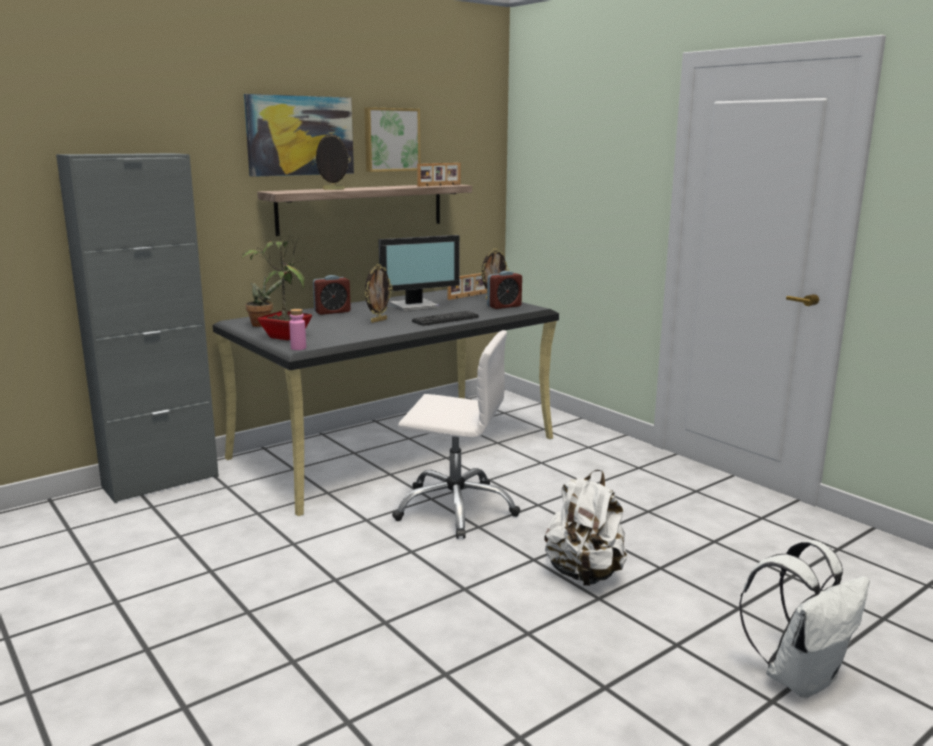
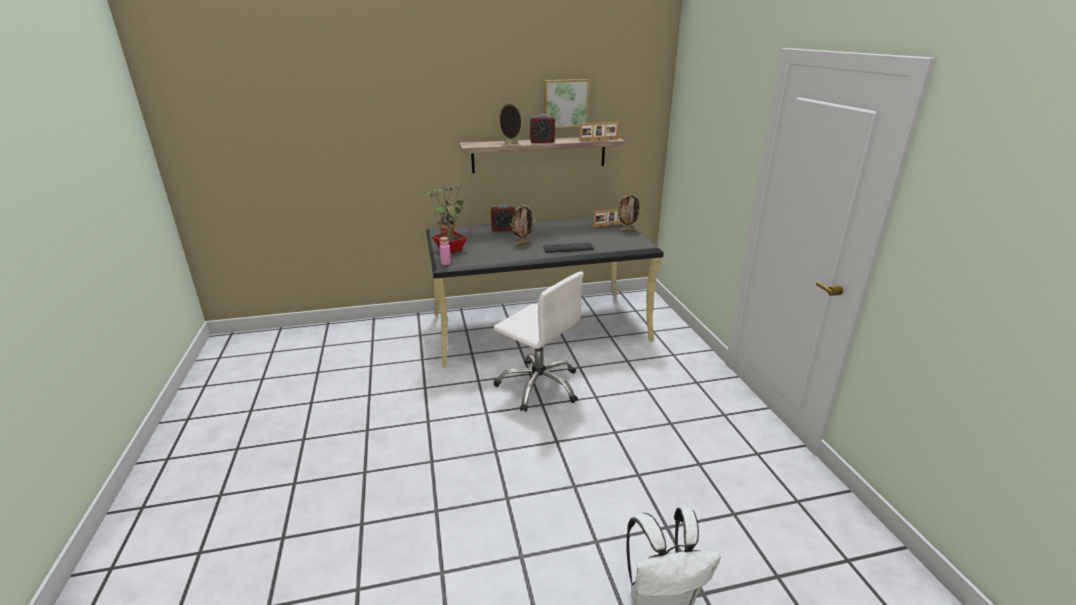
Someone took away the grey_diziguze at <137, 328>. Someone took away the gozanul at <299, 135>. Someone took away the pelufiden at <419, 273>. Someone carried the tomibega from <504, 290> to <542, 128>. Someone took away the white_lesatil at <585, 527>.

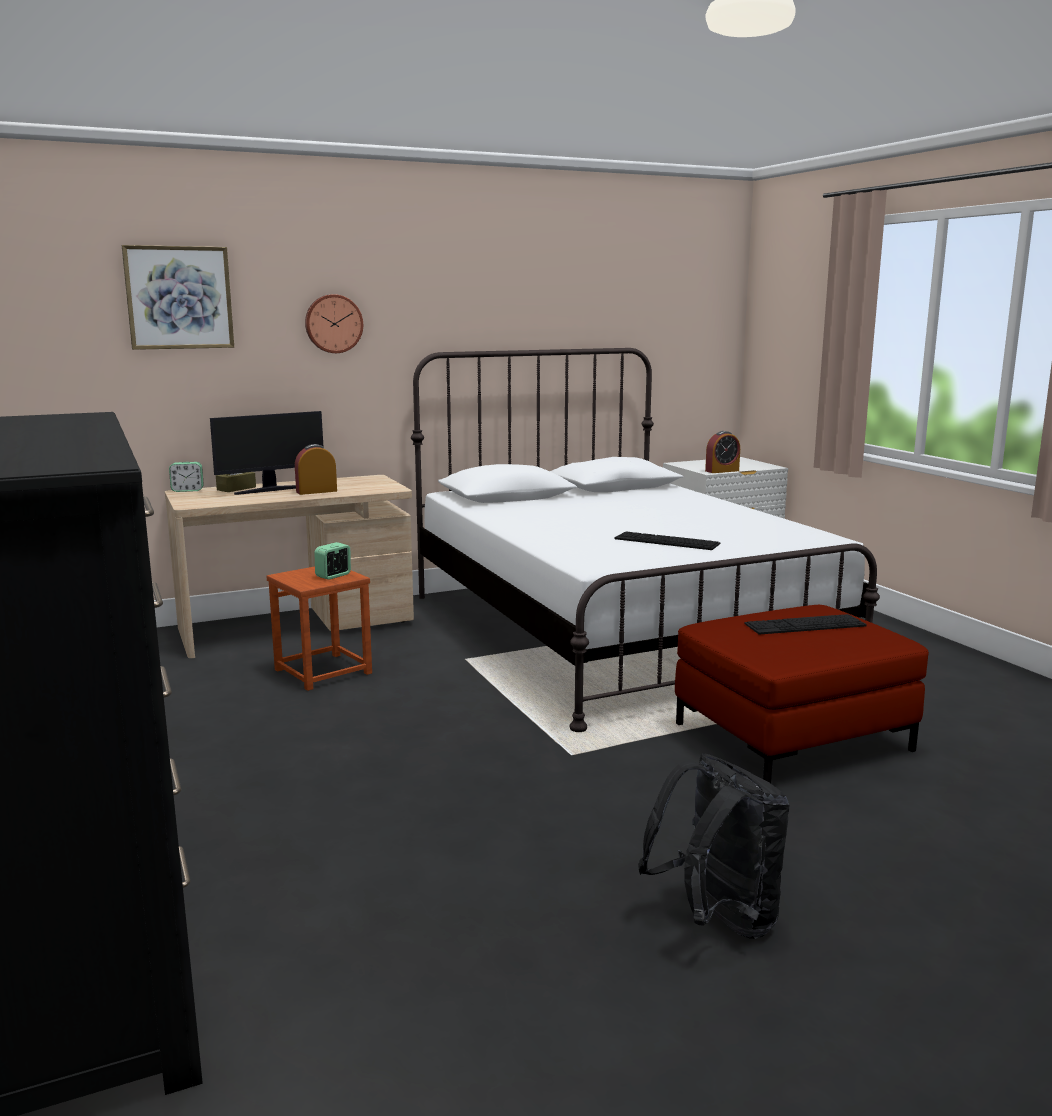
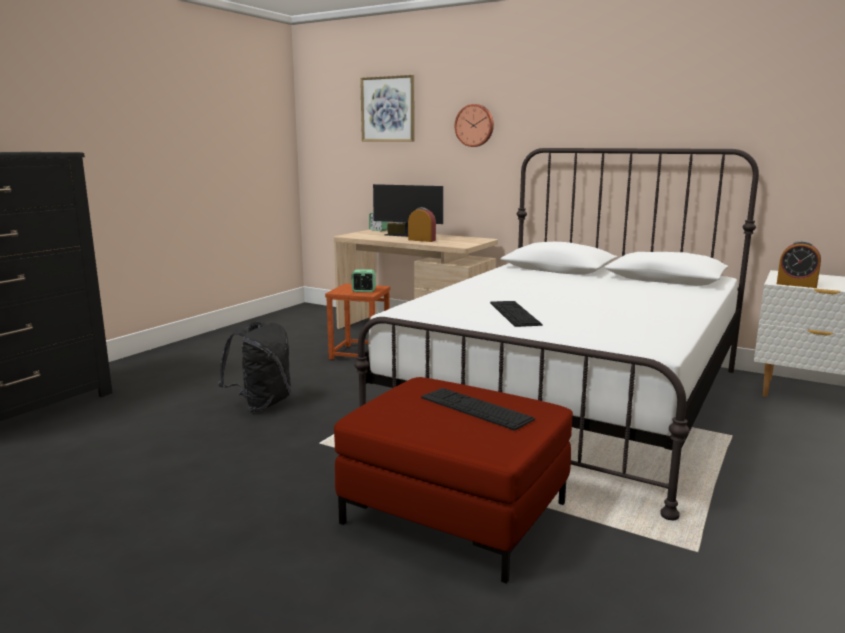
Someone carried the black_lesatil from <714, 846> to <255, 367>.

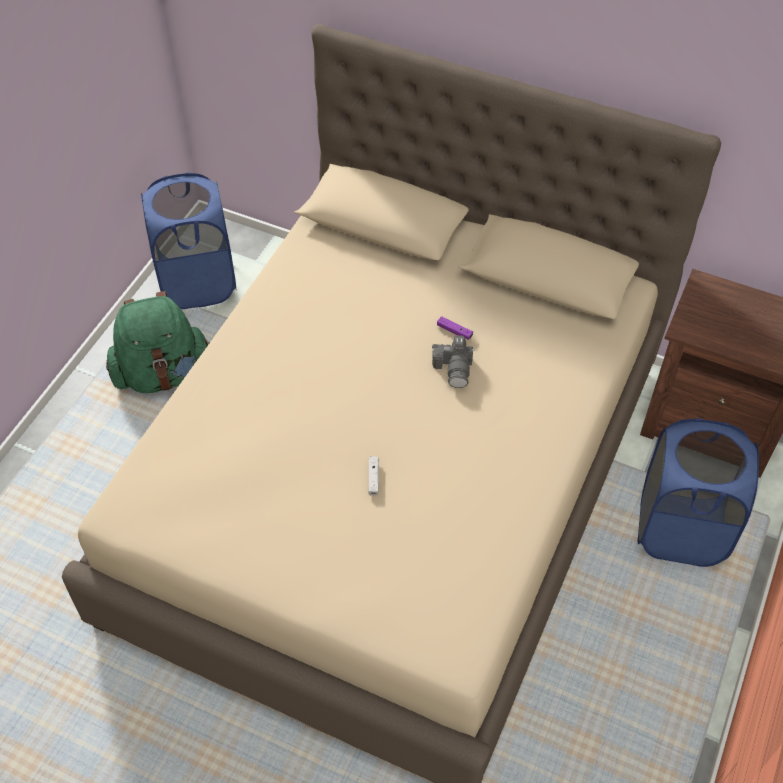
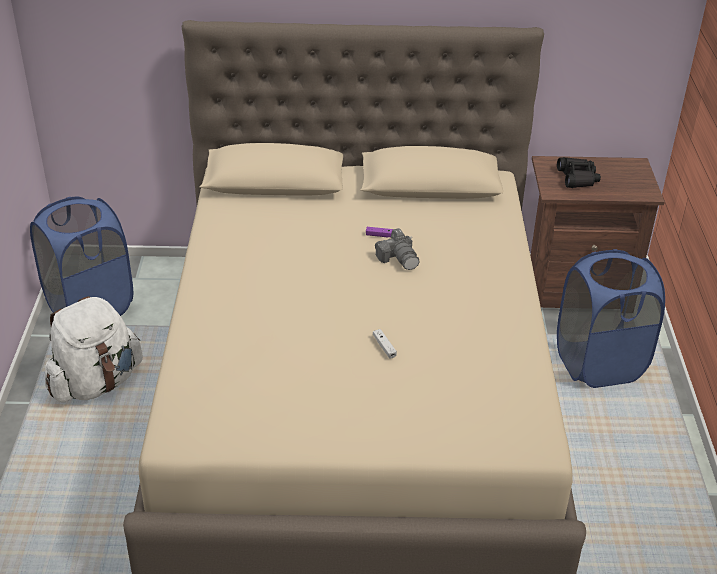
Someone repainted the green_lesatil at <157, 342>, which became the white_lesatil at <94, 349>. Someone put down the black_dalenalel at <579, 172>.

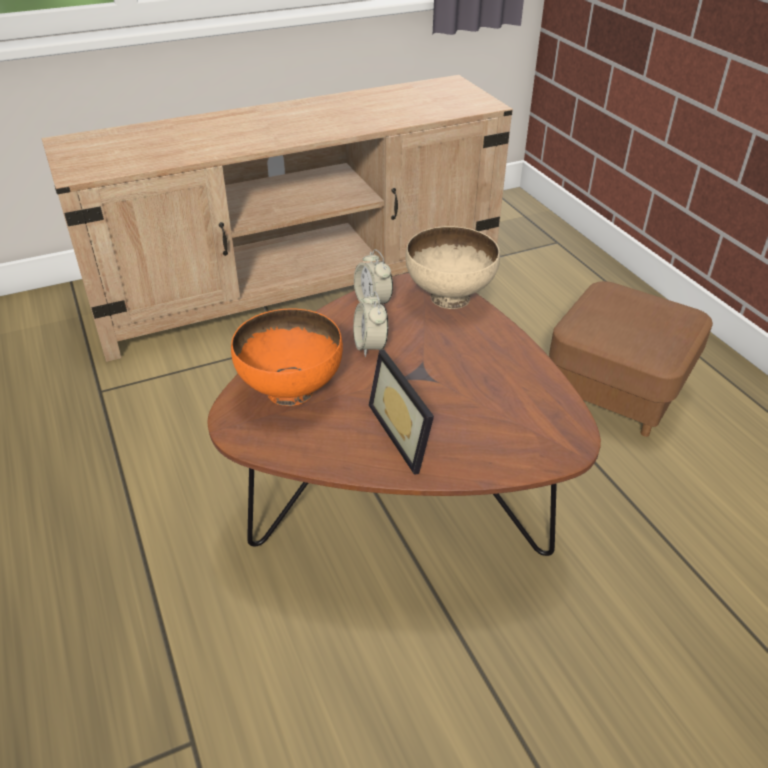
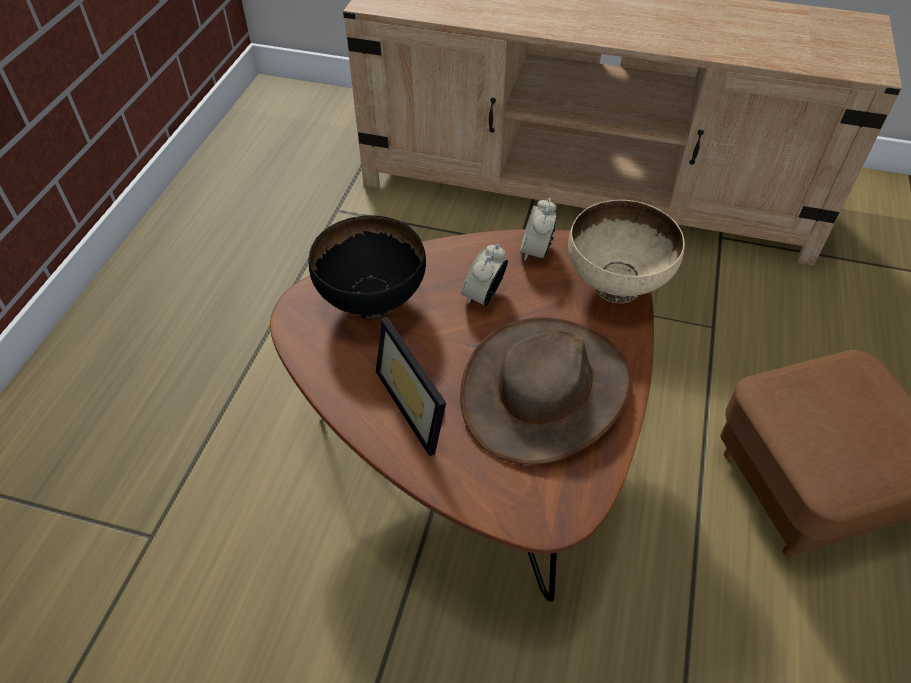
Someone repainted the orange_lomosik at <287, 357>, which became the black_lomosik at <367, 267>. Someone rotated the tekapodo at <401, 412> by 45 degrees counterclockwise. Someone put down the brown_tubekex at <545, 391>.

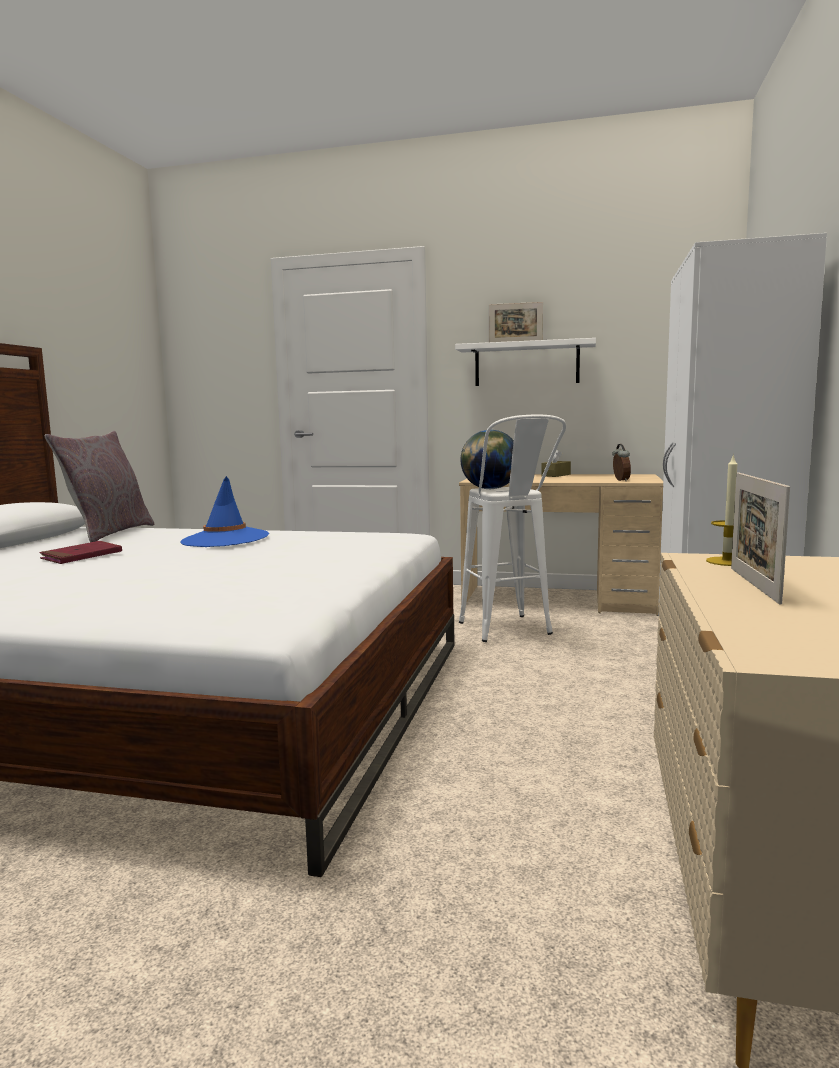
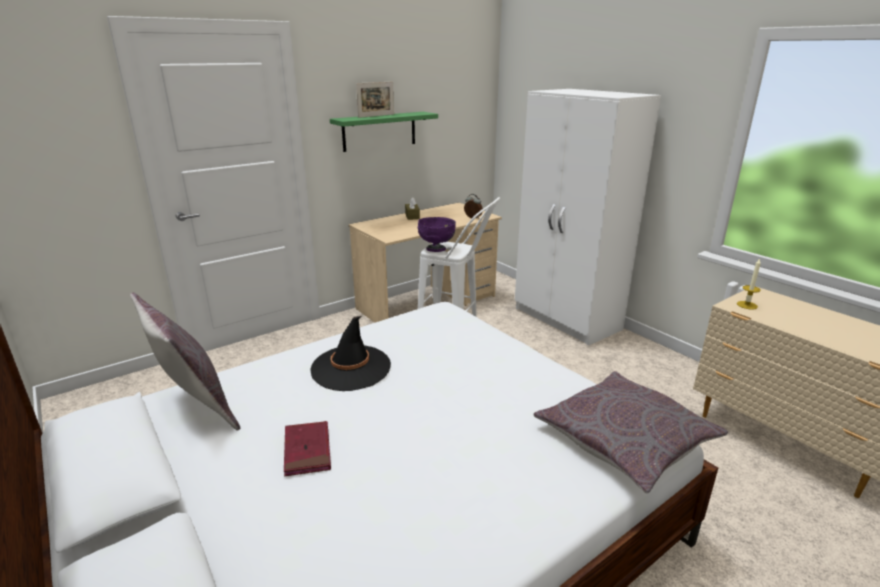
Someone repainted the blue_tubekex at <224, 511>, which became the black_tubekex at <350, 353>. Someone repainted the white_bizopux at <525, 362>, which became the green_bizopux at <384, 132>. Someone swapped the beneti at <487, 459> for the purple_lomosik at <437, 234>. Someone took away the tekapodo at <760, 538>. Someone put down the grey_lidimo at <631, 432>.

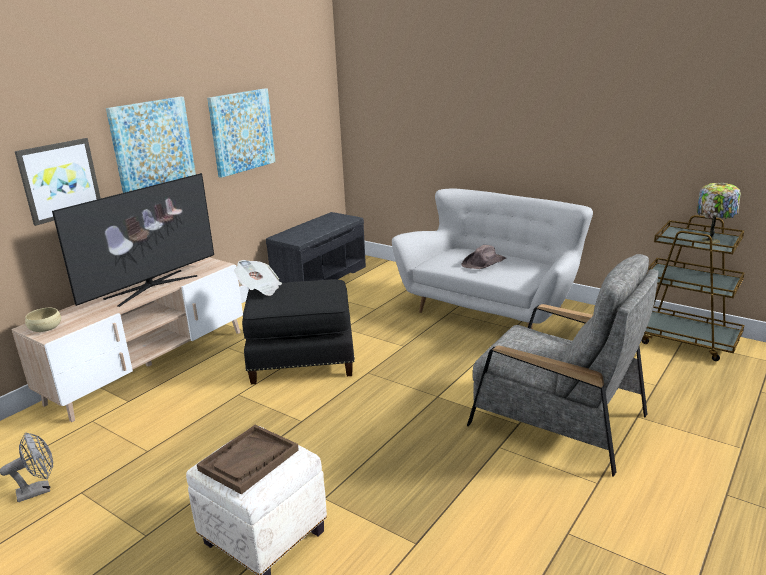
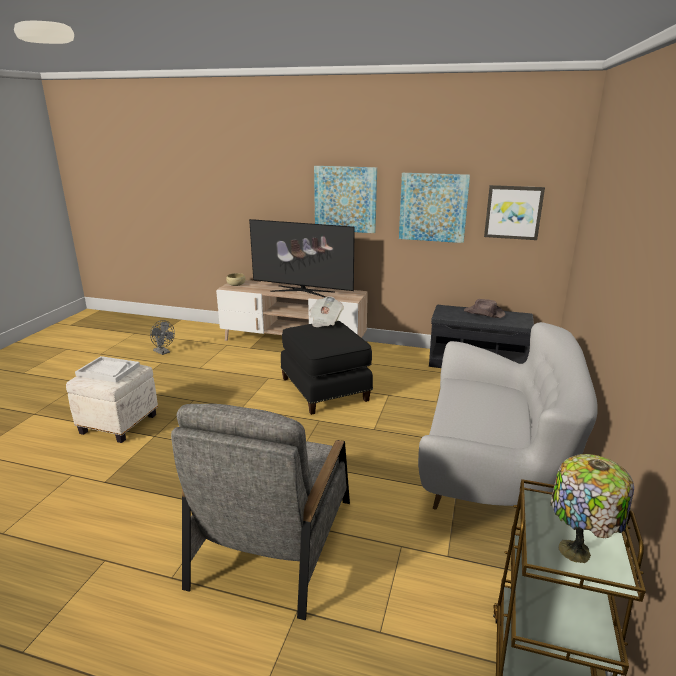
Someone carried the gozanul from <58, 182> to <514, 212>. Someone repainted the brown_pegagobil at <248, 459>, which became the white_pegagobil at <107, 369>. Someone carried the brown_tubekex from <483, 257> to <484, 308>.

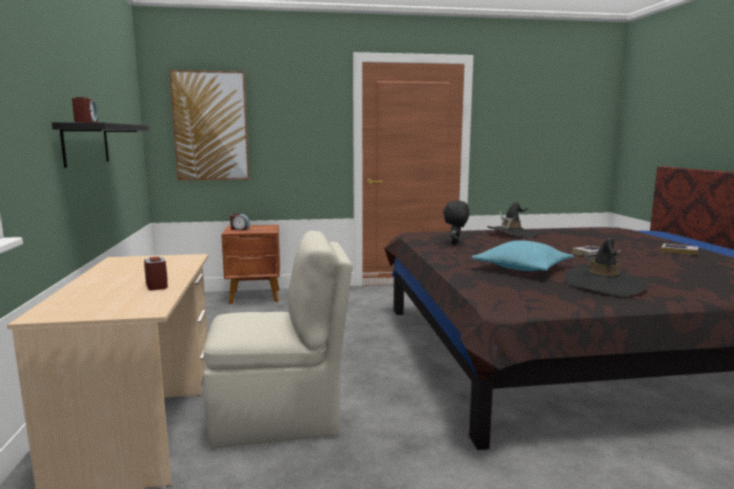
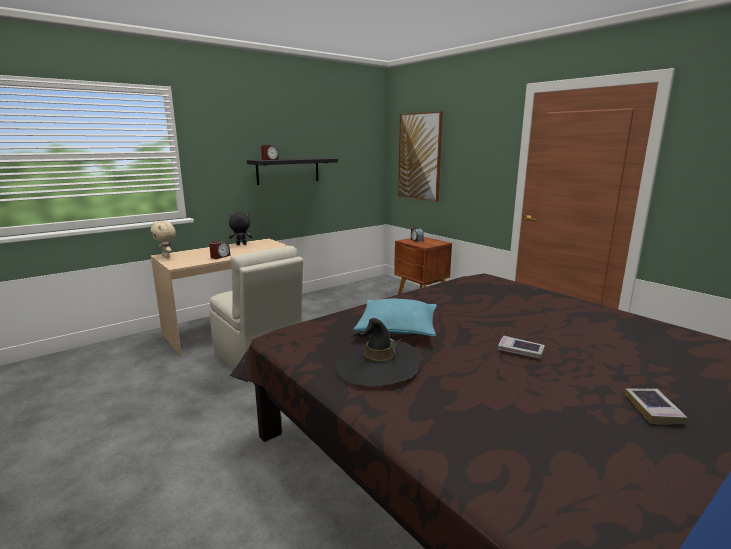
Someone carried the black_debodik from <456, 222> to <241, 228>. Someone took away the black_tubekex at <513, 220>. Someone put down the beige_debodik at <163, 239>.

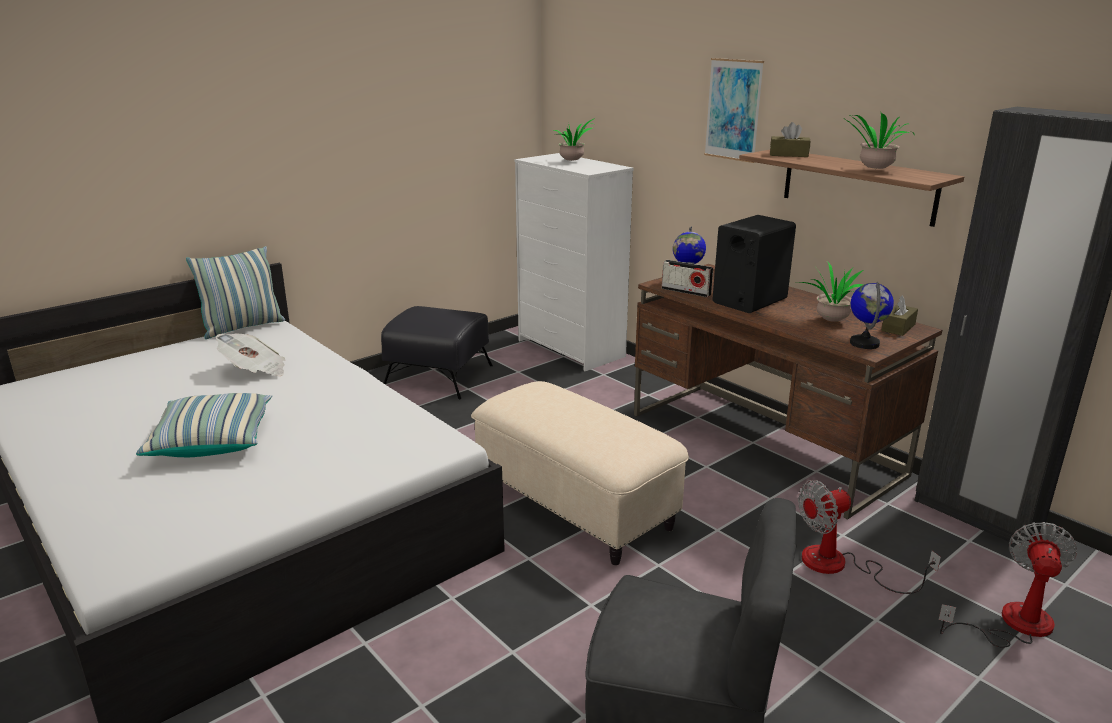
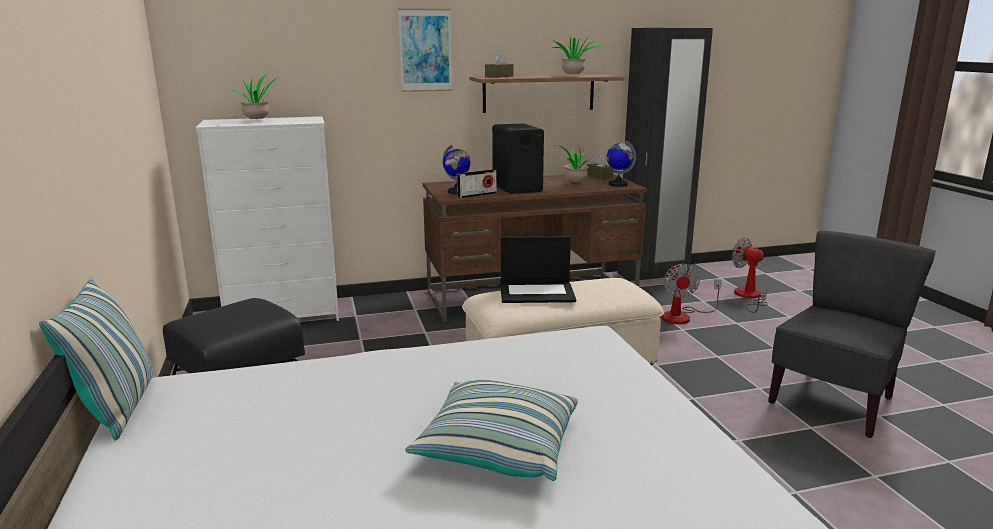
Someone took away the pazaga at <250, 355>. Someone put down the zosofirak at <538, 269>.

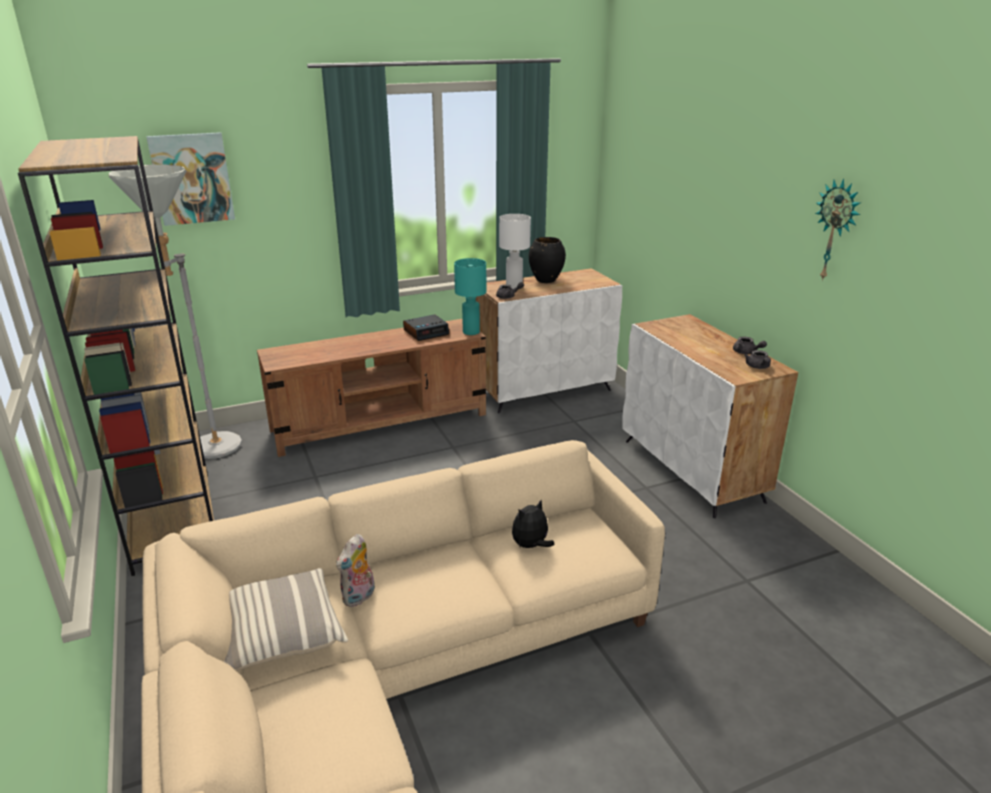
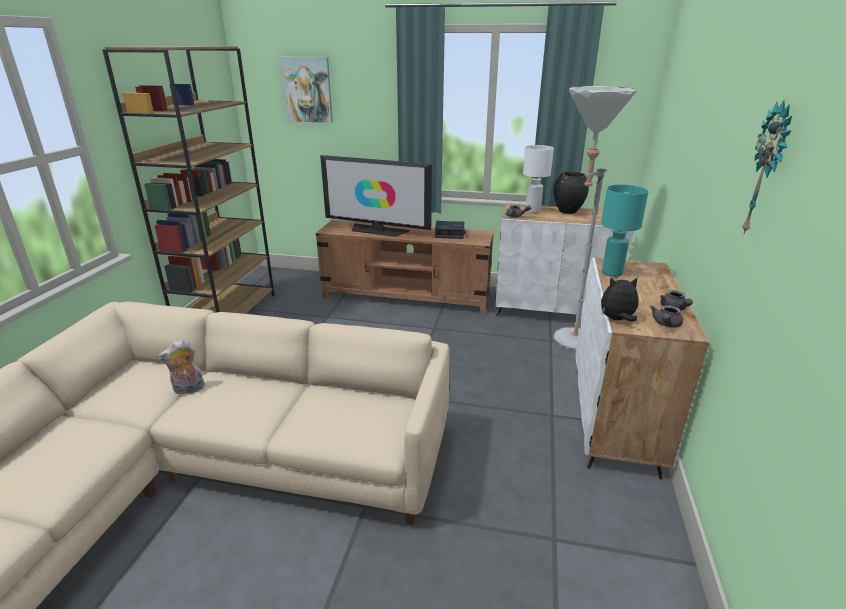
Someone carried the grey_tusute from <175, 311> to <595, 218>. Someone took away the lidimo at <286, 619>. Someone carried the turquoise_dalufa from <470, 296> to <625, 230>. Someone carried the debodik from <533, 524> to <620, 299>. Someone put down the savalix at <376, 196>.

